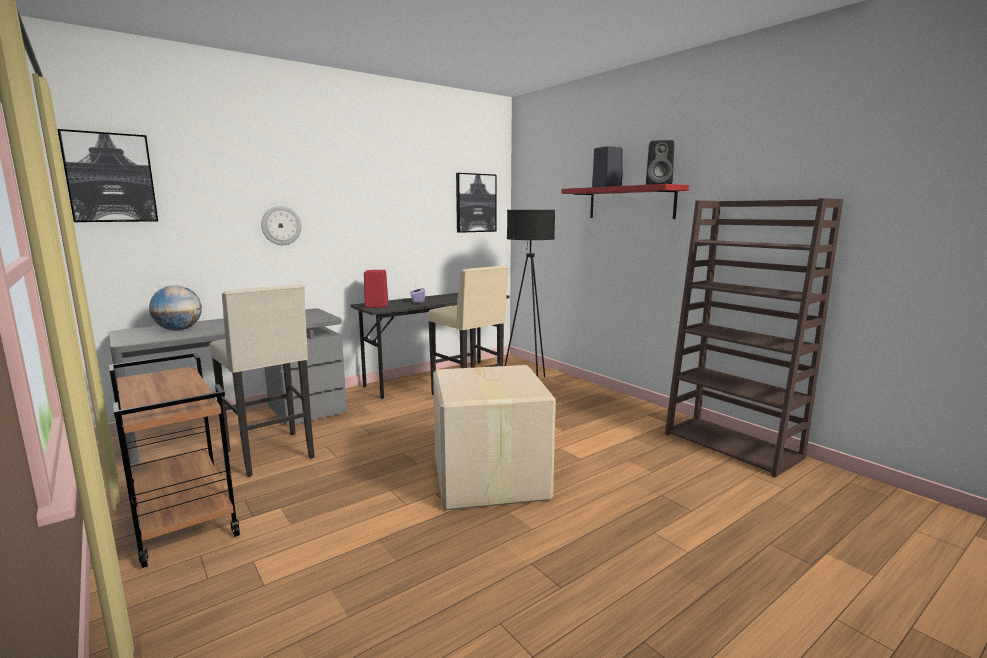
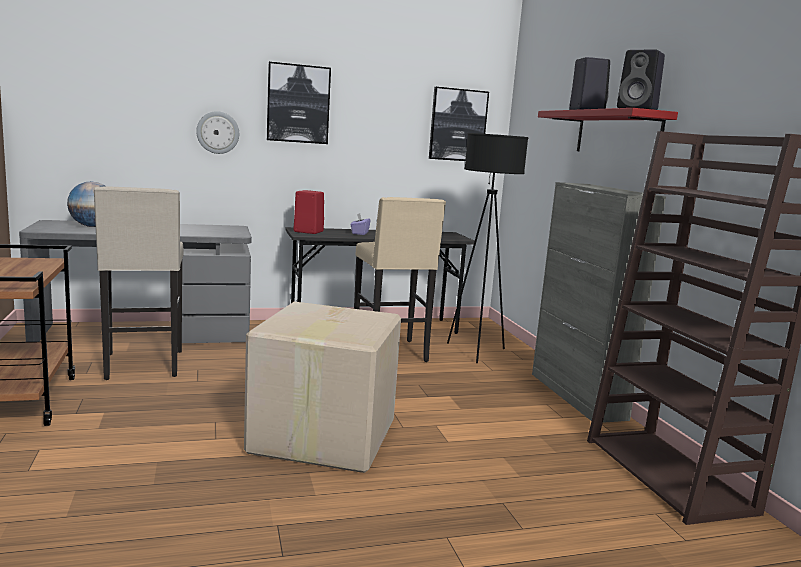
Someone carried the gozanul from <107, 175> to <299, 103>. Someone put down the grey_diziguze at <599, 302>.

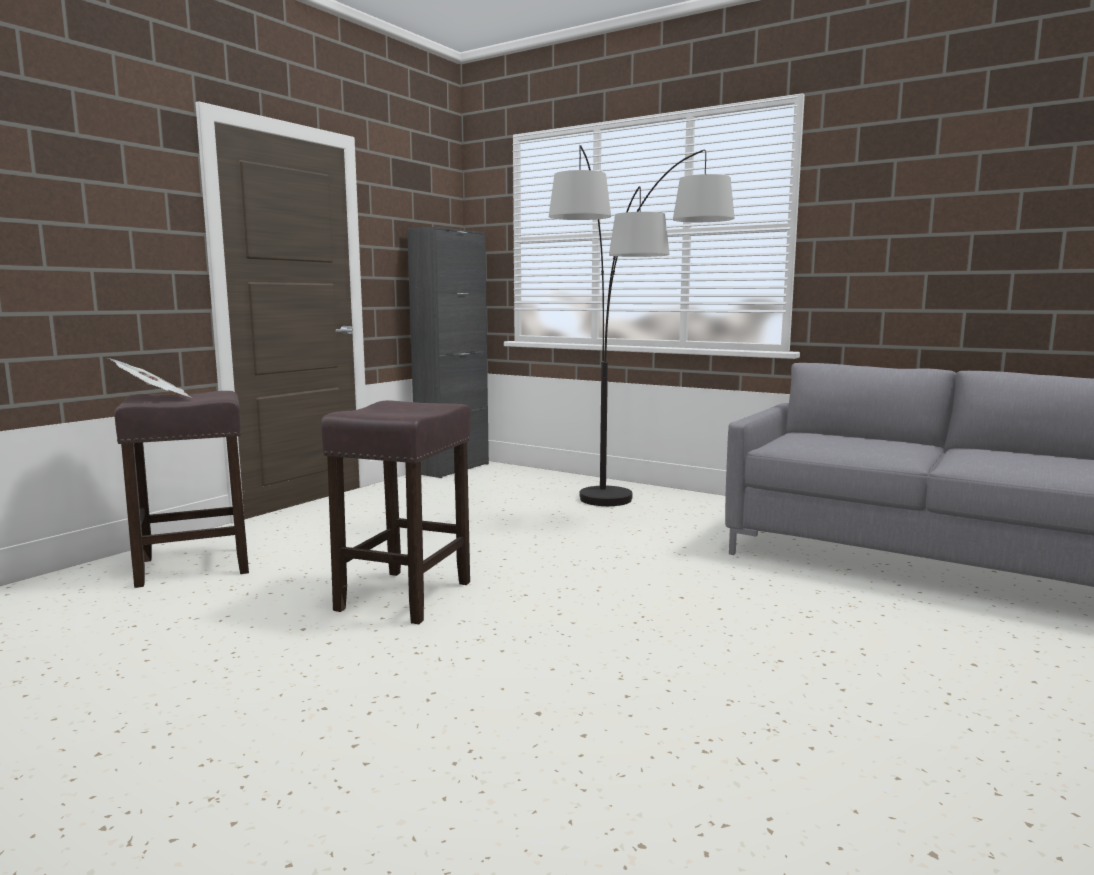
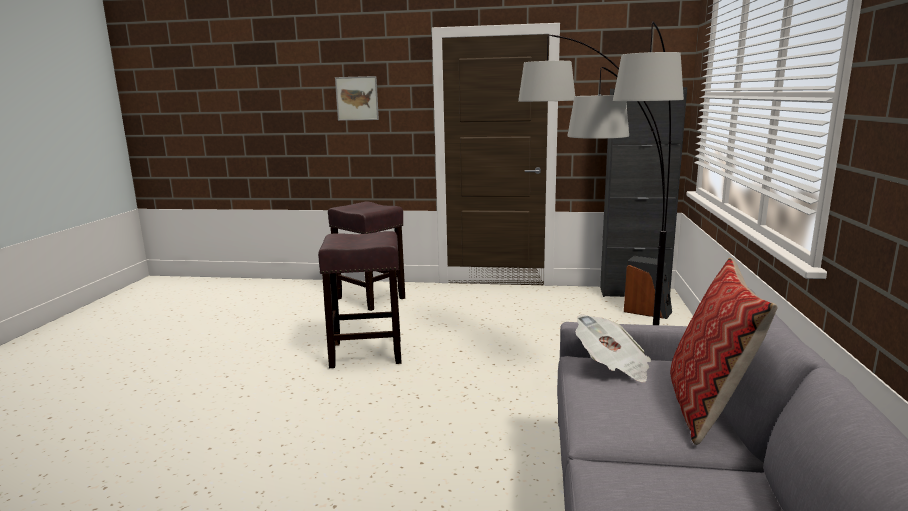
Someone carried the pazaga from <150, 378> to <613, 348>. Someone put up the gozanul at <357, 98>. Someone put down the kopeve at <648, 287>. Someone put down the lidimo at <724, 351>.

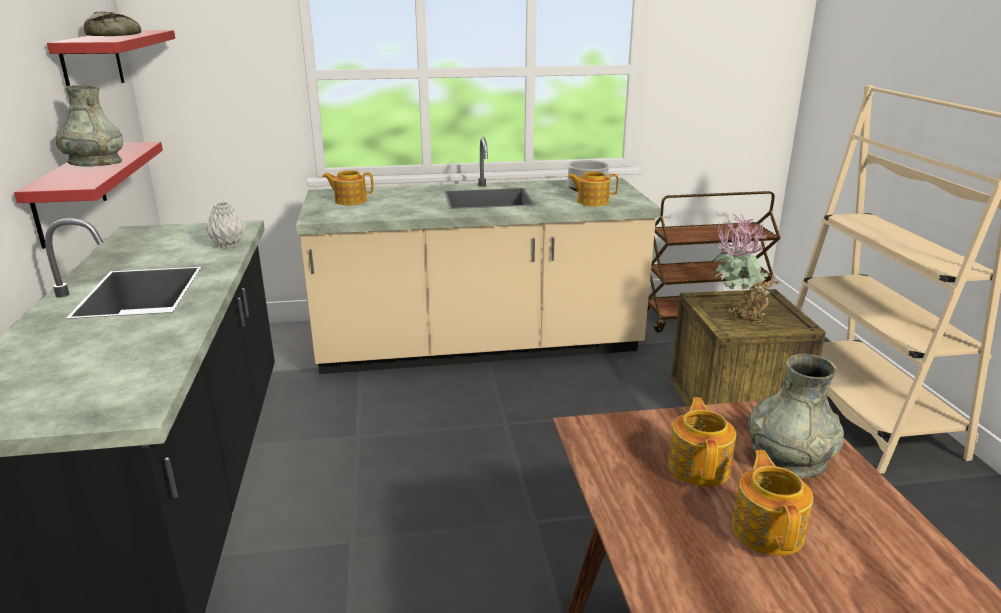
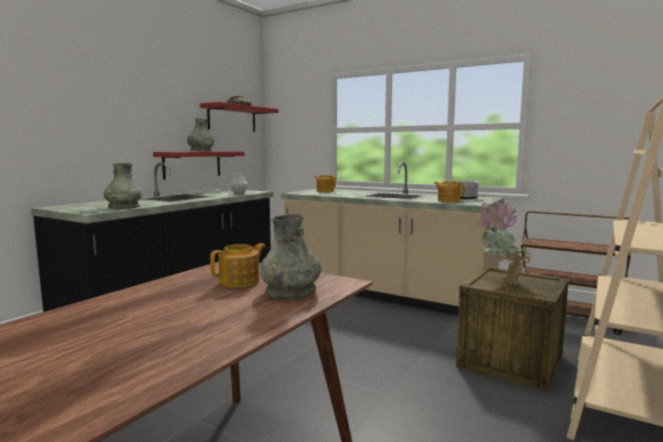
Someone took away the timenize at <772, 503>. Someone put down the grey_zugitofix at <123, 186>.

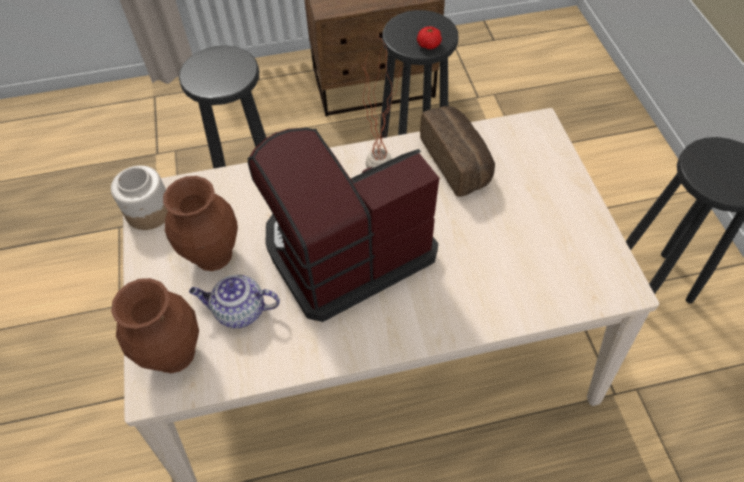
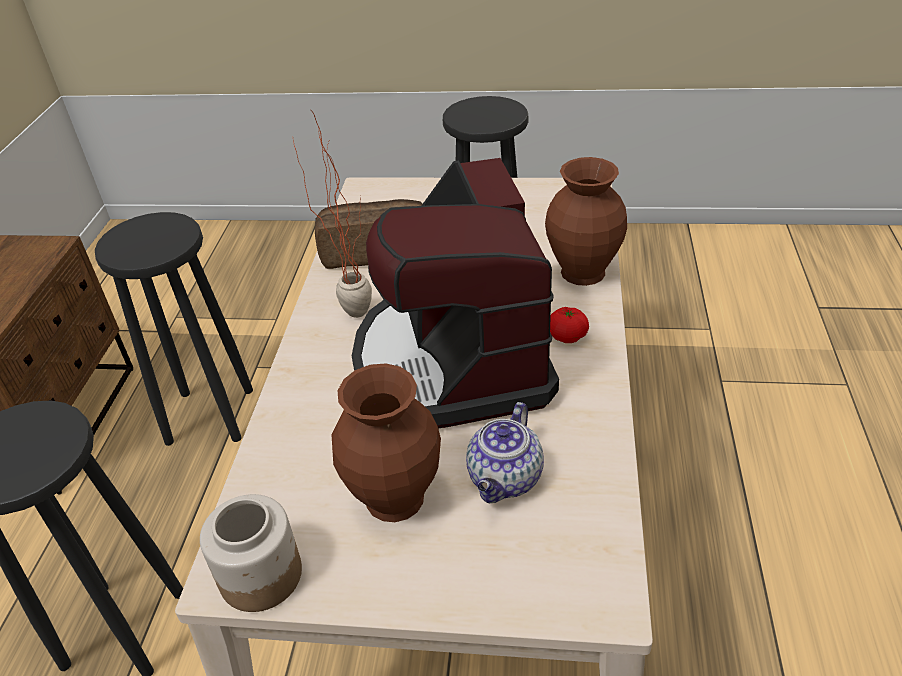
Someone carried the brown_zugitofix from <155, 325> to <586, 221>. Someone carried the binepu from <429, 37> to <569, 325>.

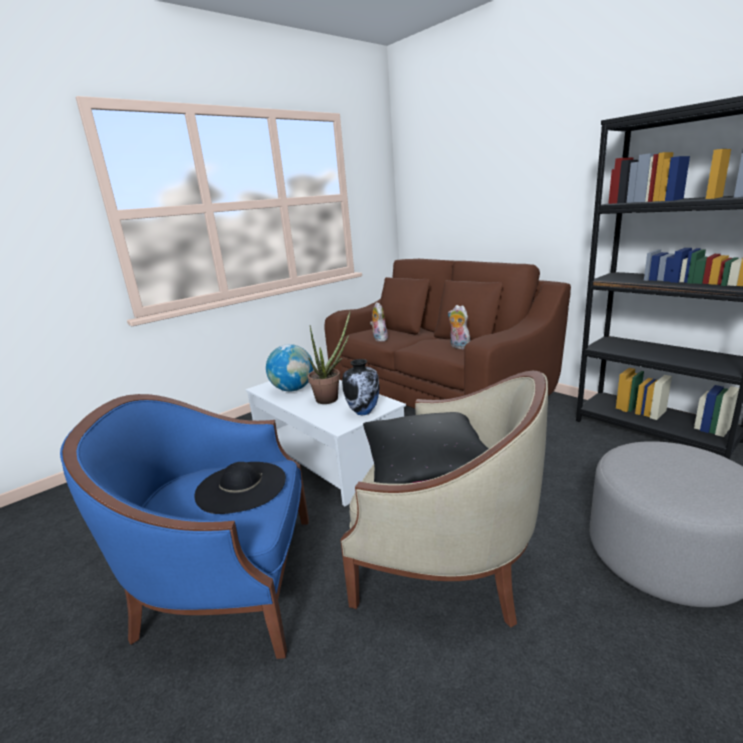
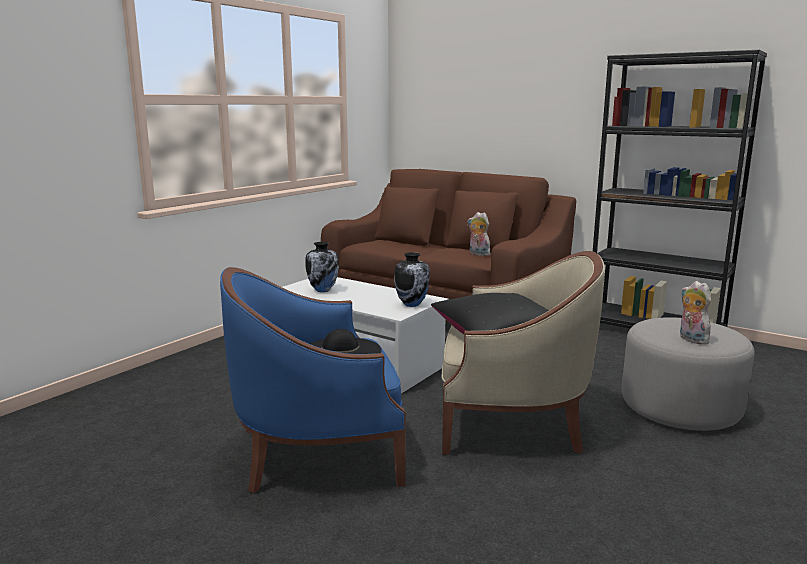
Someone swapped the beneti at <289, 367> for the zugitofix at <322, 267>. Someone took away the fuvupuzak at <329, 358>. Someone carried the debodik from <379, 322> to <696, 312>.

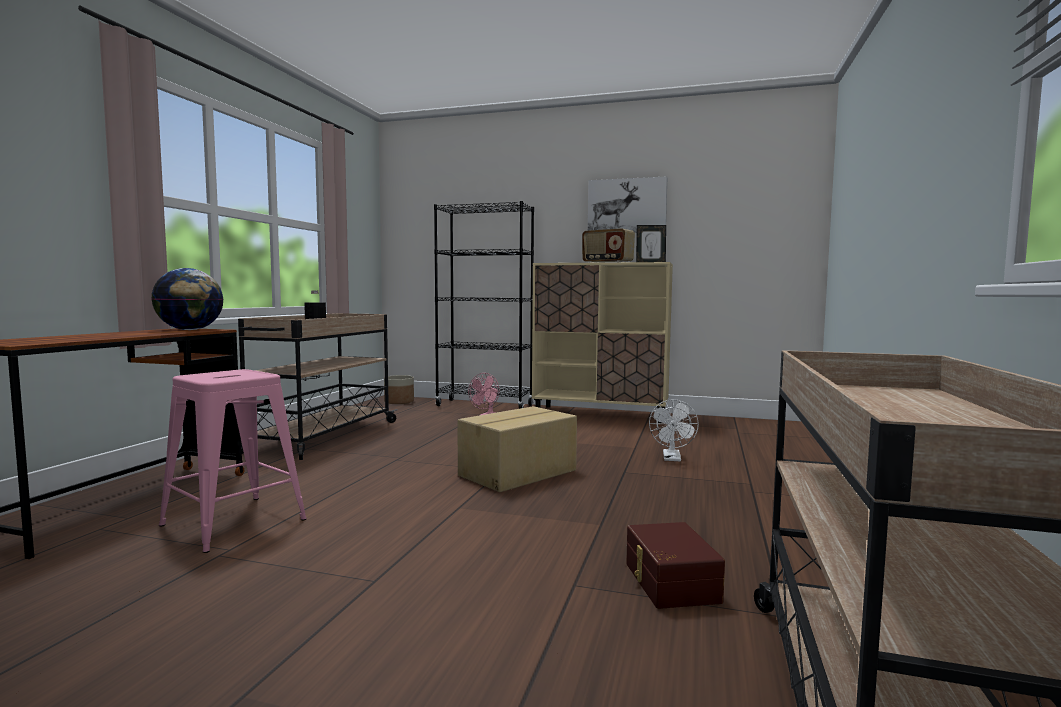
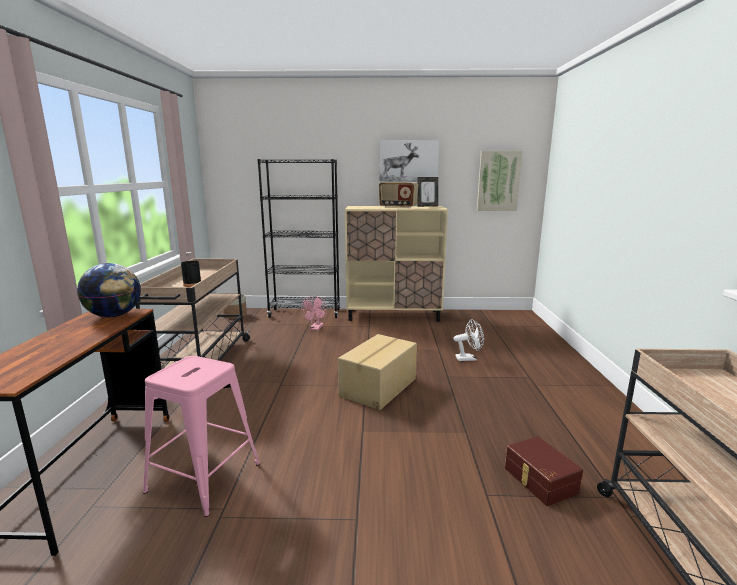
Someone rotated the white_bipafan at <674, 430> by 90 degrees counterclockwise. Someone put up the gozanul at <500, 181>.

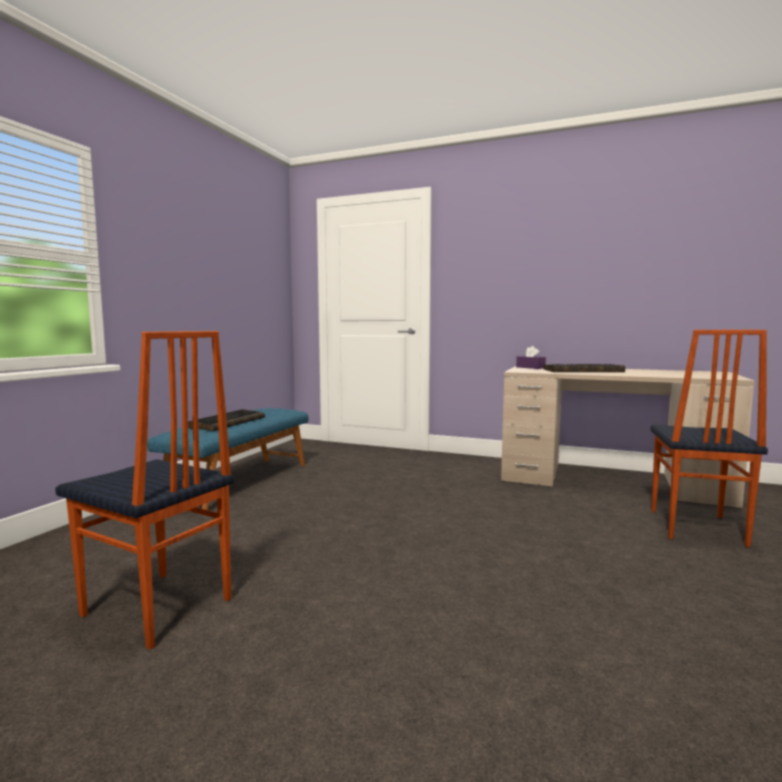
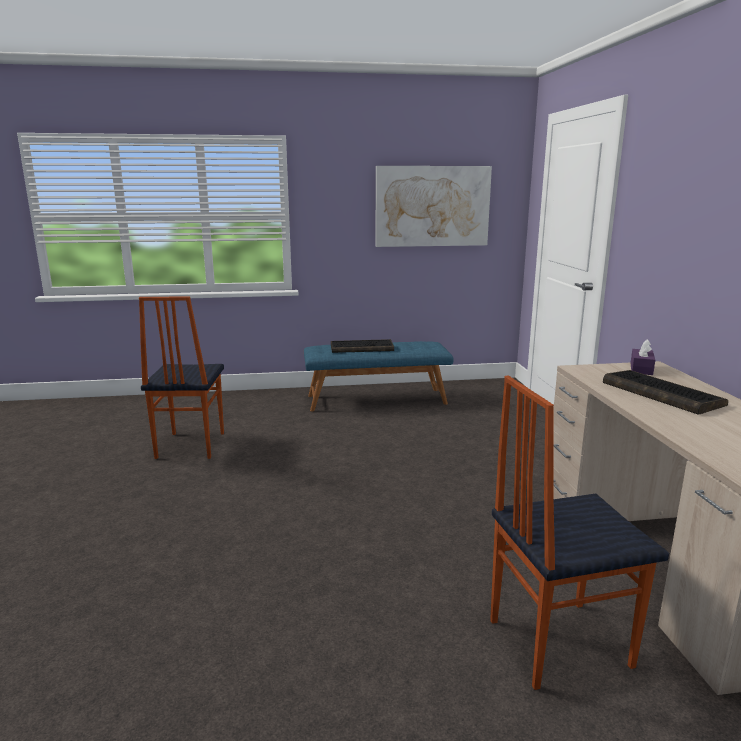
Someone put up the gozanul at <434, 206>.

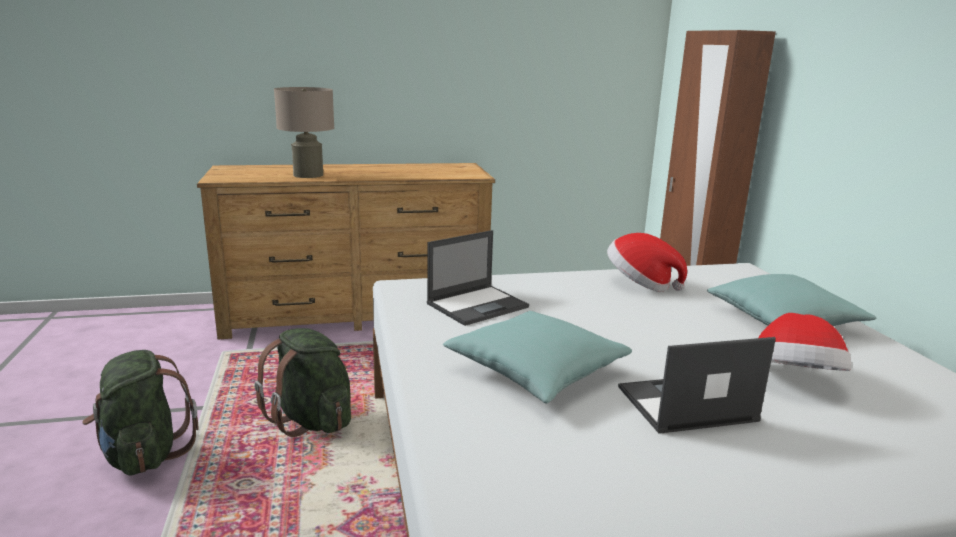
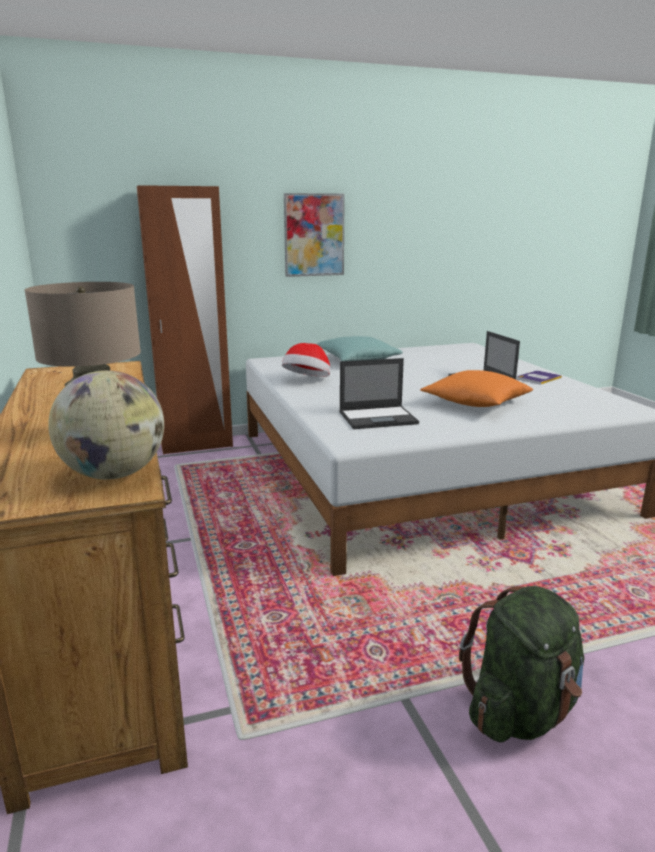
Someone took away the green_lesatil at <302, 382>. Someone rotated the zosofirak at <478, 278> by 120 degrees clockwise. Someone repainted the turquoise_lidimo at <537, 357>, which became the orange_lidimo at <476, 388>. Someone took away the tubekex at <804, 342>. Someone put down the beneti at <106, 425>. Someone put up the gozanul at <314, 235>. Someone put down the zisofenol at <539, 378>.

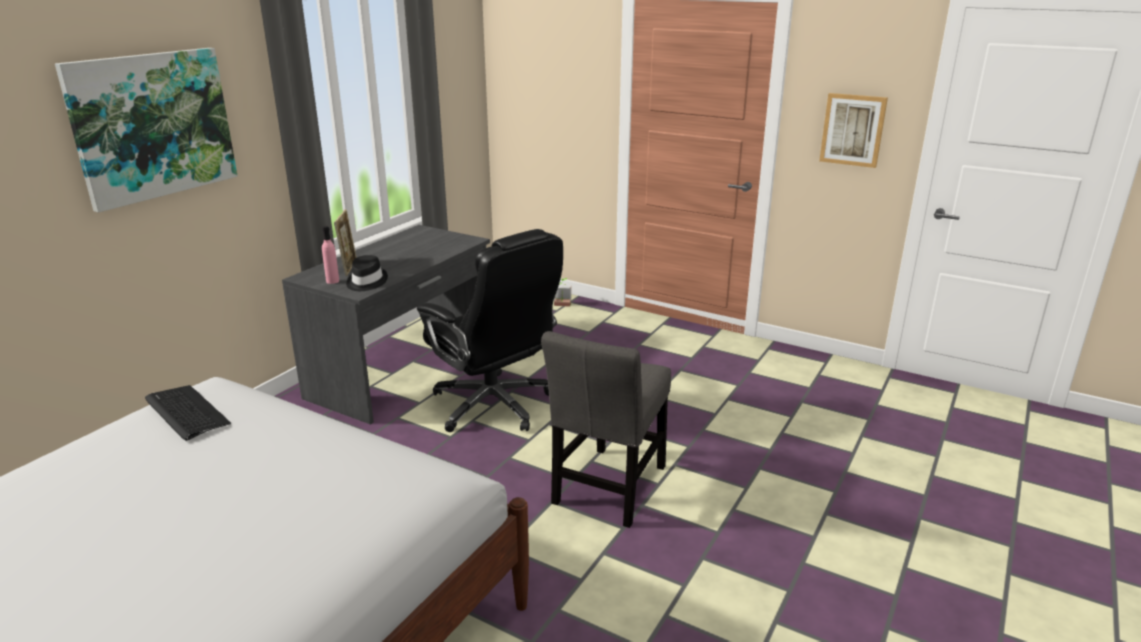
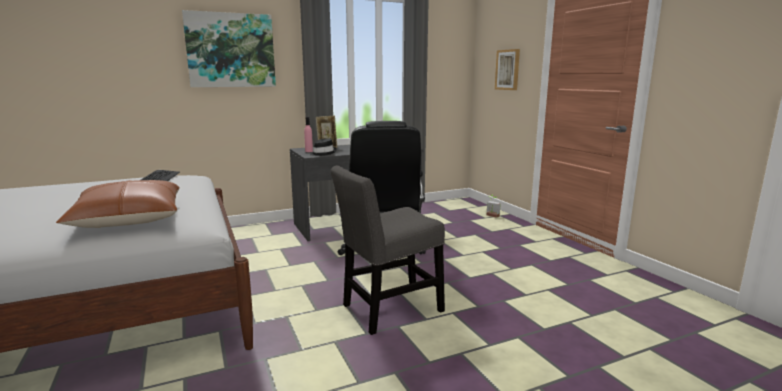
Someone carried the gozanul from <853, 130> to <507, 69>. Someone put down the brown_lidimo at <118, 204>.

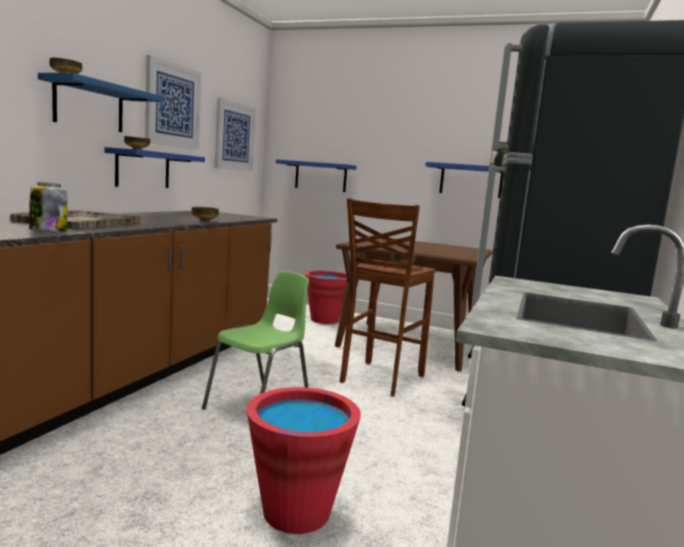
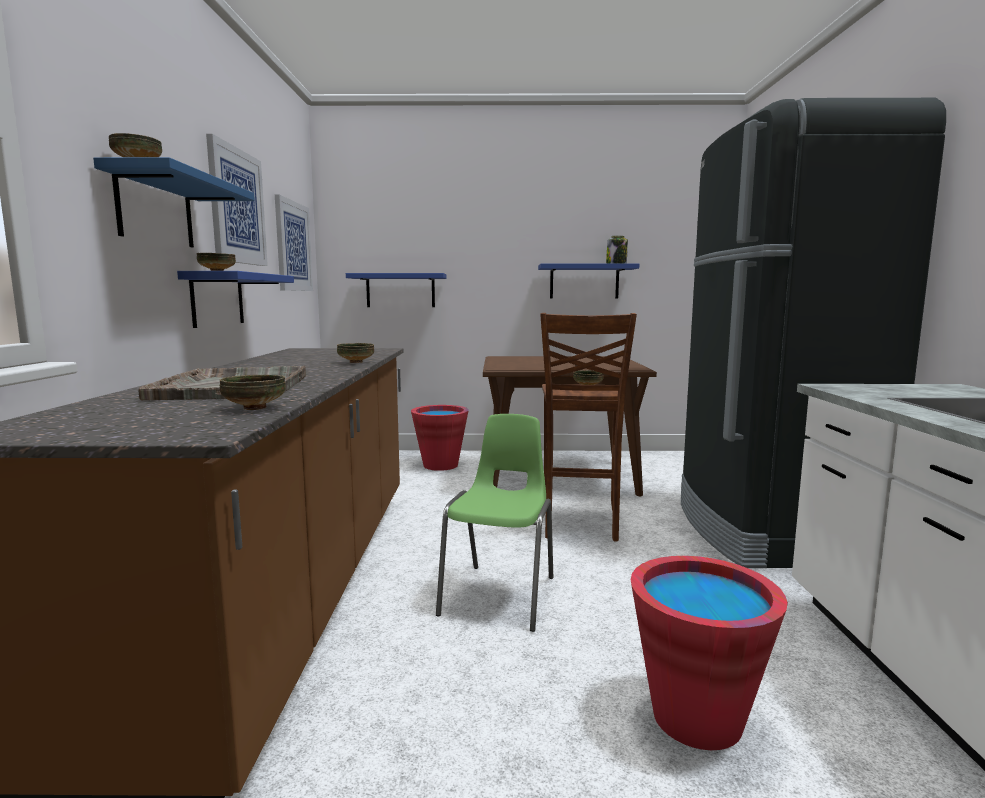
Someone swapped the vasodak at <48, 207> for the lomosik at <253, 392>.

